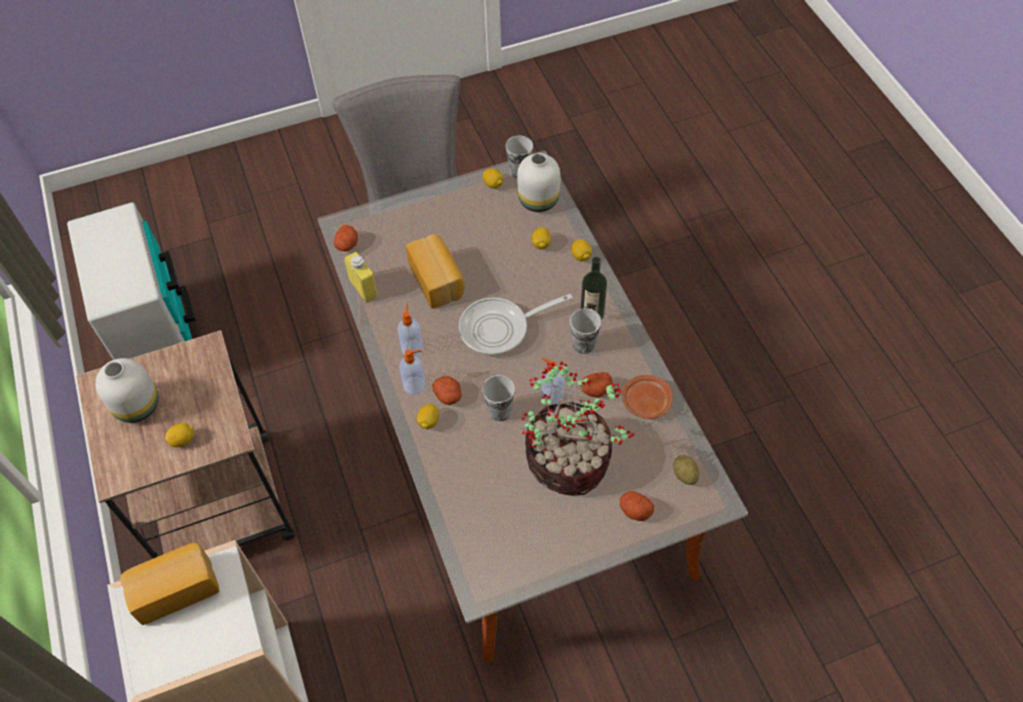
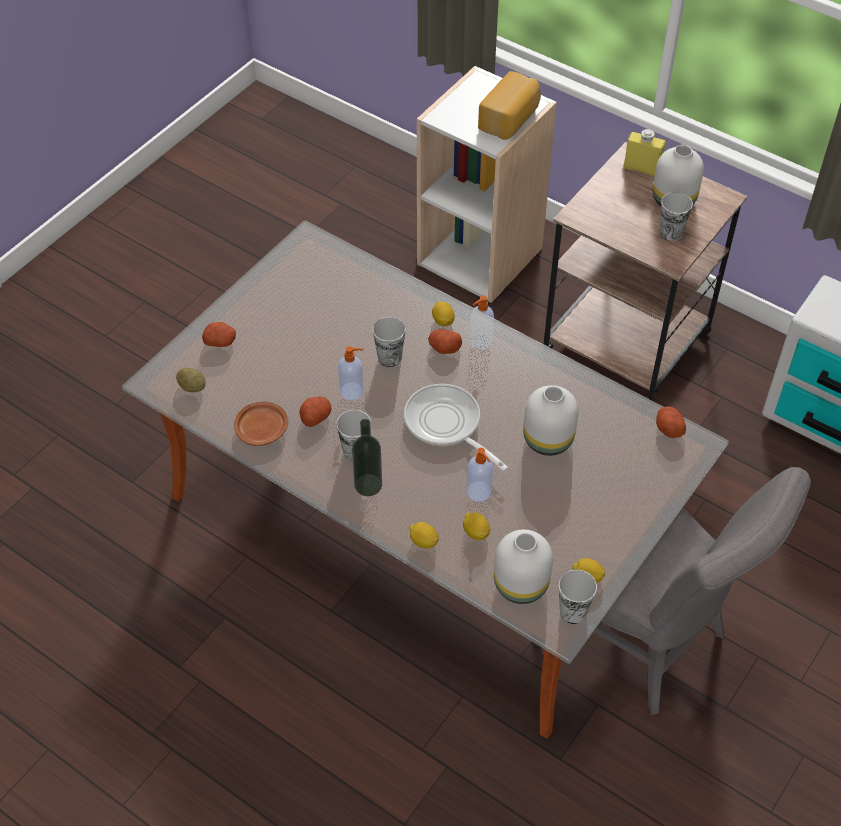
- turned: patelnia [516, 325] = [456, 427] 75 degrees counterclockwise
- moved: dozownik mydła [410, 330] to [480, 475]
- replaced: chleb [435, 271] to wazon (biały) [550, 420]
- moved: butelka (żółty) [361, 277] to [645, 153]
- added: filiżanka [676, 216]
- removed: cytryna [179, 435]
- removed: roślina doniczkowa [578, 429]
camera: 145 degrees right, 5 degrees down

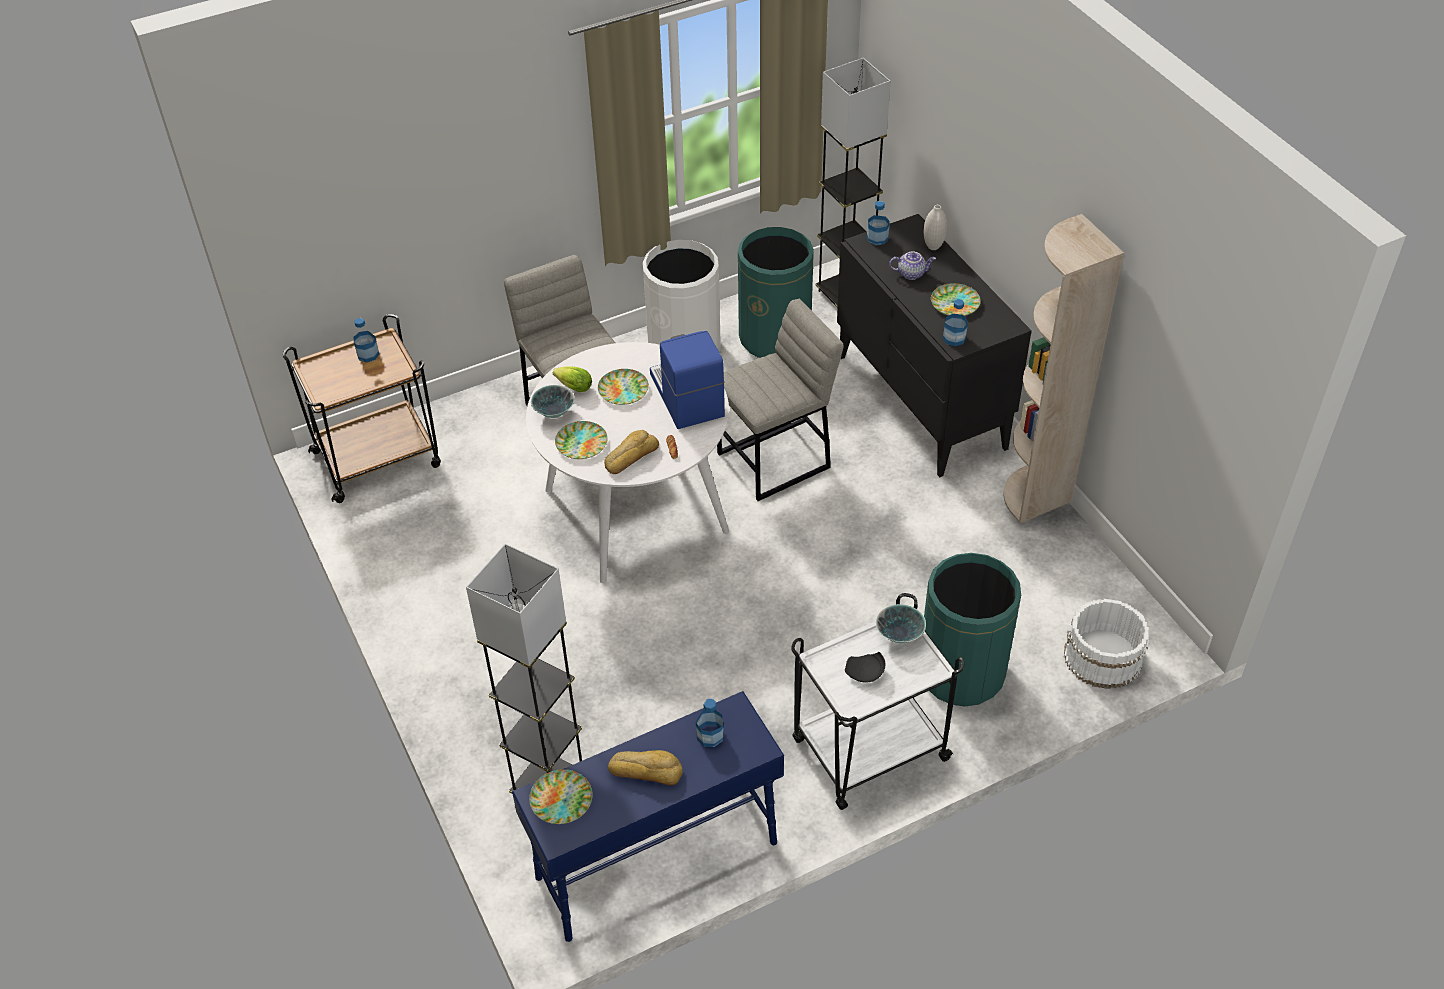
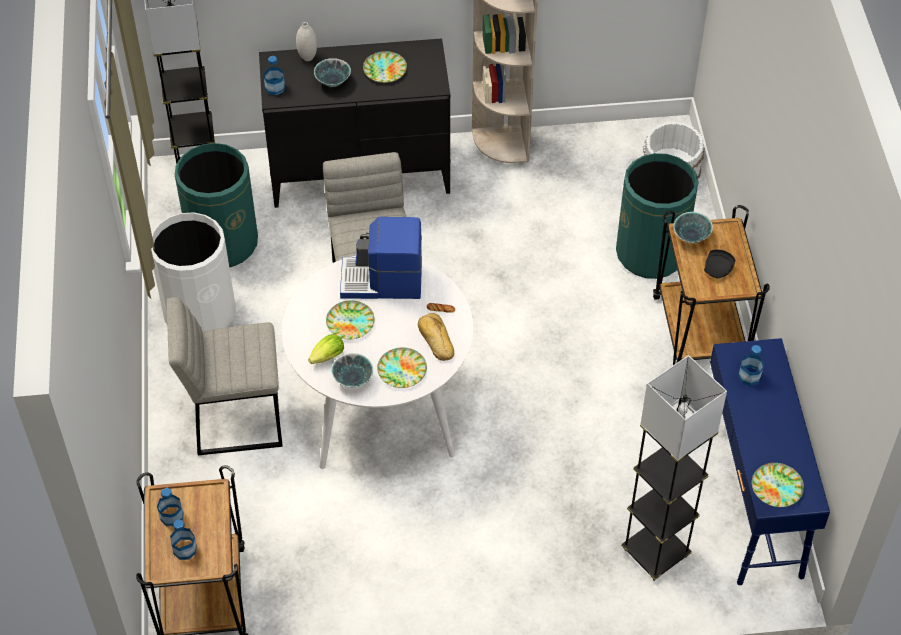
- moved: butelka [955, 322] to [183, 540]
- replaced: imbryk [912, 265] to miska [332, 72]
- recoloured: wózek (biały) [878, 701] to wózek (brązowy) [711, 285]
- removed: chleb [645, 768]
camera: 70 degrees left, 5 degrees up

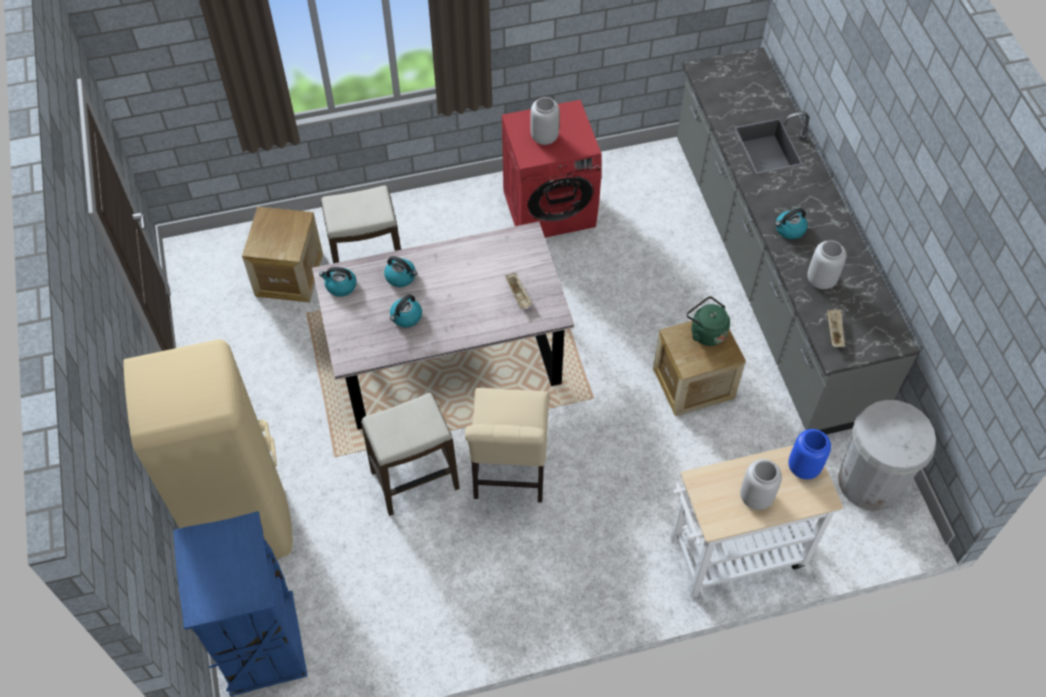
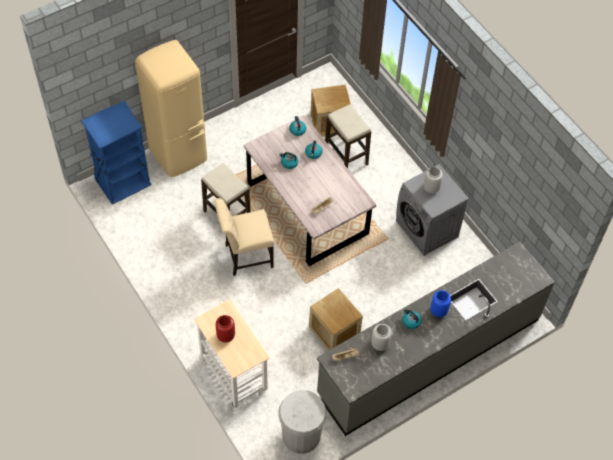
- recoloured: wazon (szary) [761, 484] to wazon (czerwony) [225, 328]
- recoloured: pralka (czerwony) [552, 169] to pralka (szary) [432, 210]
- moved: wazon (niebieski) [810, 454] to [440, 303]
- removed: czajnik (zielony) [708, 321]
camera: 70 degrees right, 0 degrees up

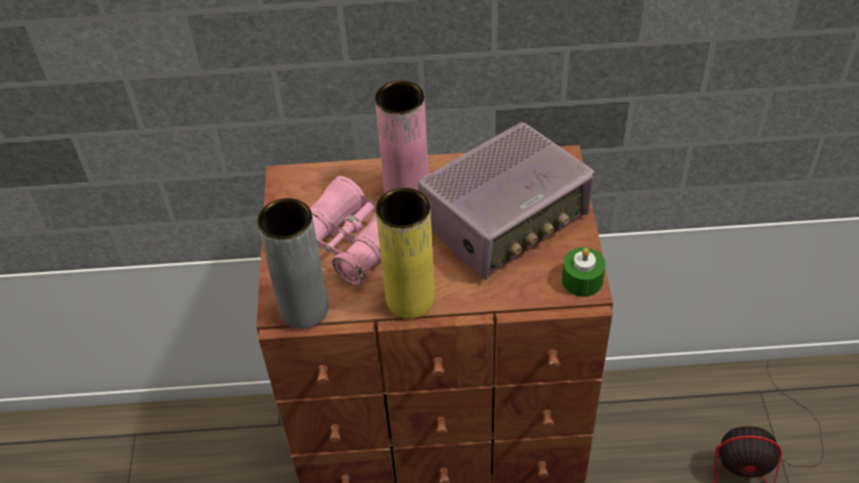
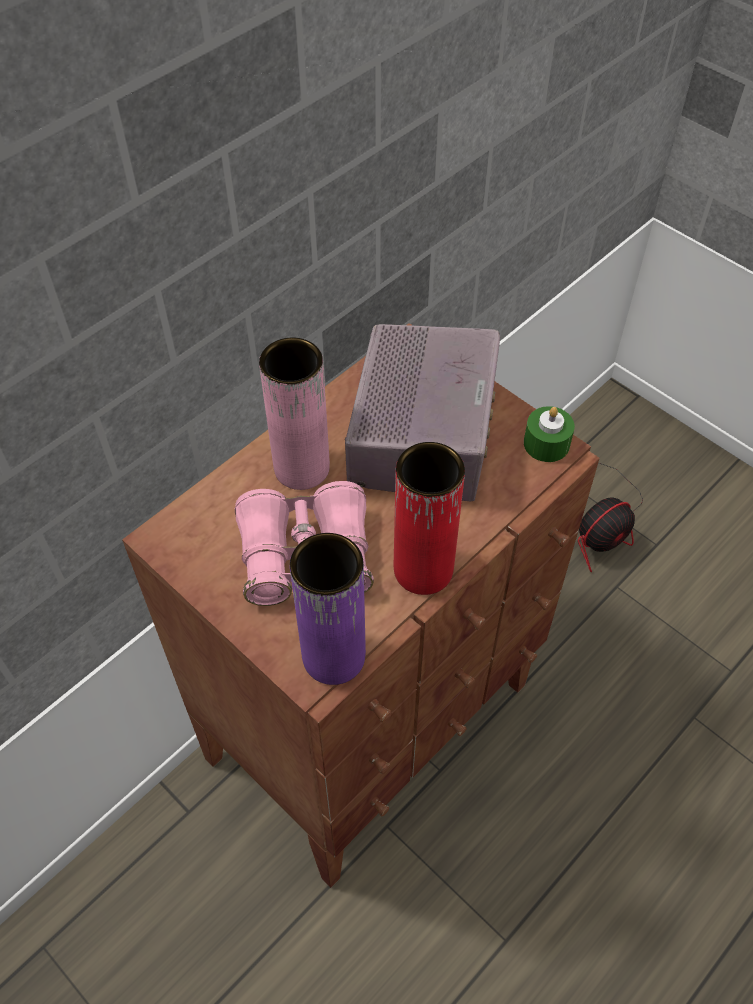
- recoloured: wazon (szary) [292, 263] to wazon (fioletowy) [328, 609]
- recoloured: wazon (żółty) [405, 253] to wazon (czerwony) [429, 518]
camera: 45 degrees left, 5 degrees up

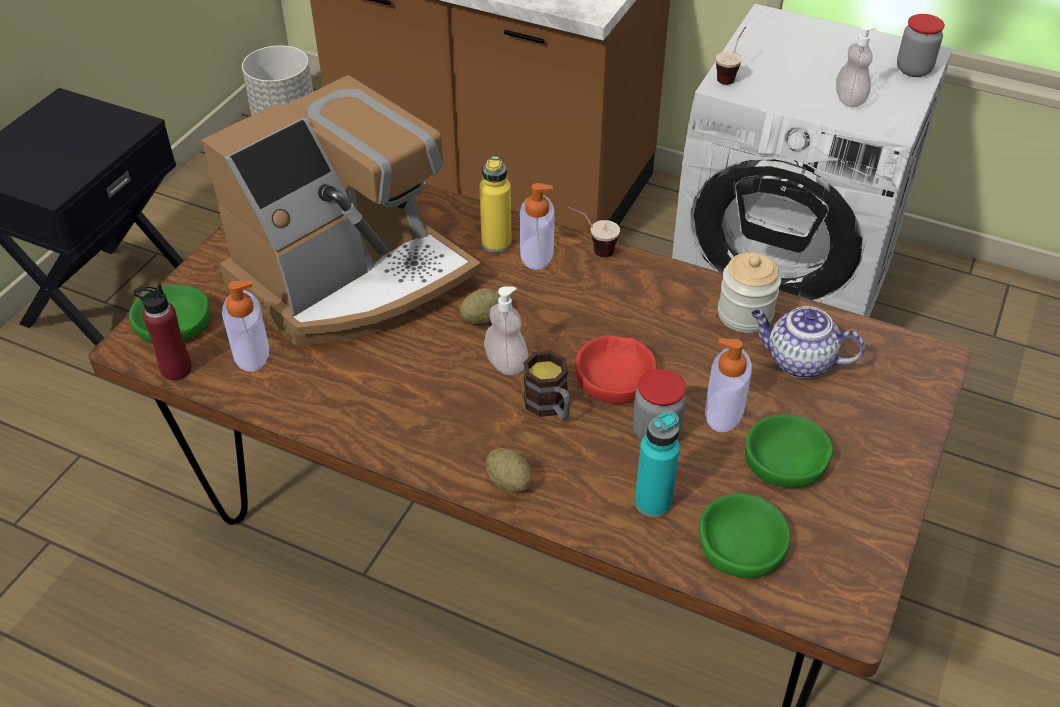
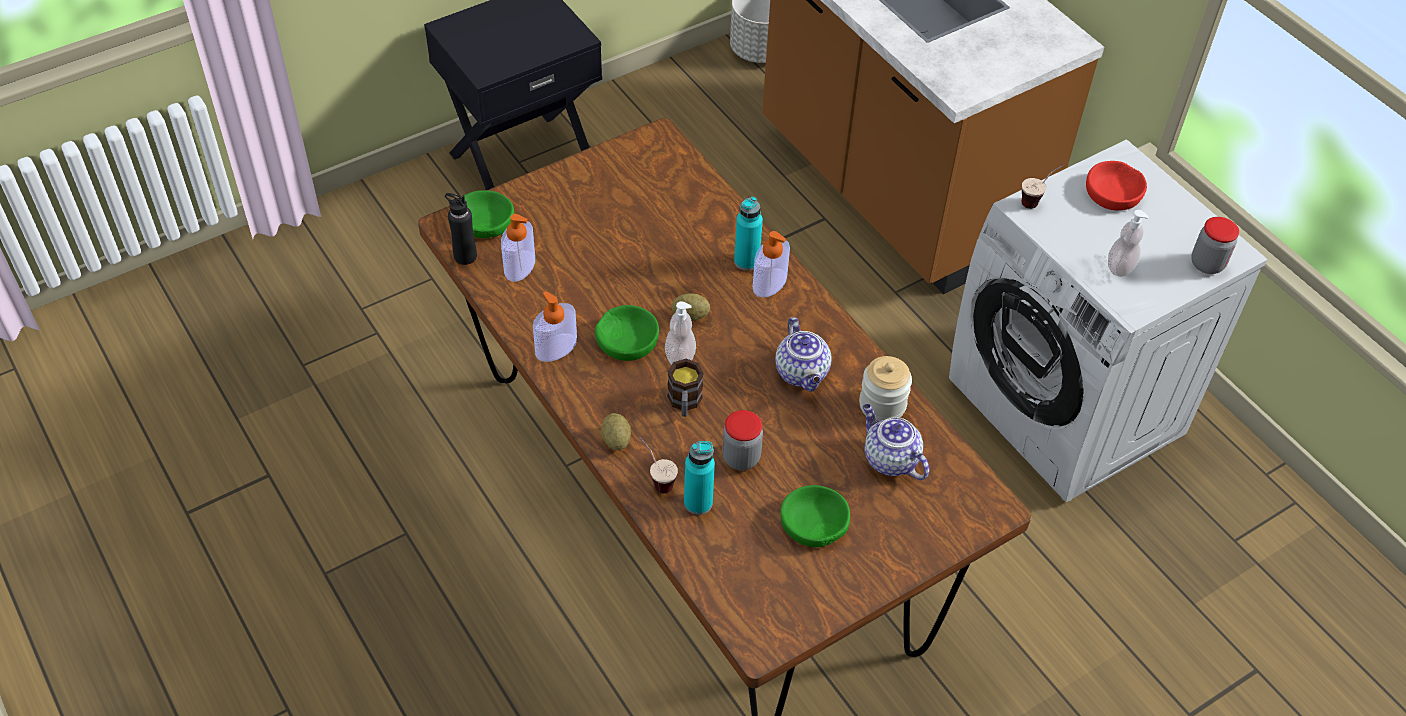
- recoloured: butelka (czerwony) [163, 332] to butelka (czarny) [461, 229]
- moved: dozownik mydła [728, 385] to [555, 326]
- moved: miska (zielony) [744, 536] to [627, 333]
- moved: filiżanka [594, 232] to [658, 465]
- recoloured: butelka (żółty) [495, 204] to butelka (turkusowy) [748, 234]
- added: imbryk [803, 354]
- moved: miska (czerwony) [616, 369] to [1116, 185]
- removed: ekspres do kawy [341, 211]
camera: 30 degrees right, 5 degrees up

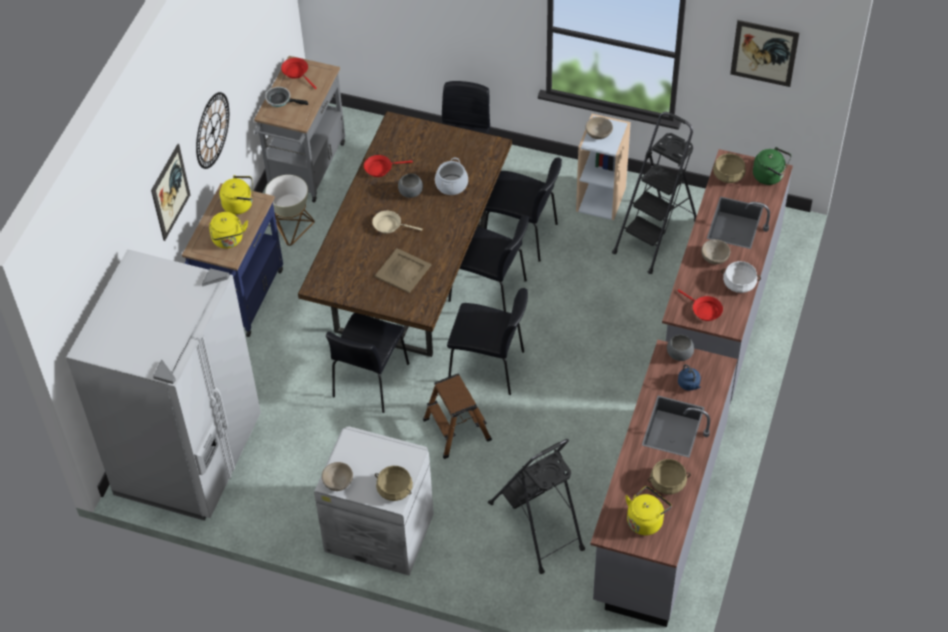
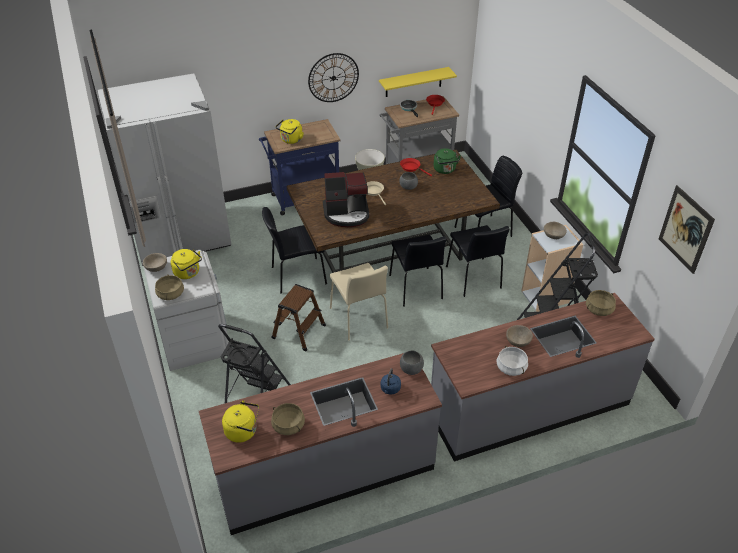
- moved: czajnik (żółty) [236, 195] to [186, 264]
- replaced: taca (beżowy) [403, 270] to ekspres do kawy [346, 199]
- recoloured: krzesło (czarny) [487, 341] to krzesło (beżowy) [359, 302]
- added: półka (żółty) [418, 82]
- moved: czajnik (zielony) [772, 166] to [447, 161]
- removed: obraz [170, 192]
- removed: garnek [451, 176]
- removed: patelnia (czerwony) [700, 305]
camera: 50 degrees right, 10 degrees down

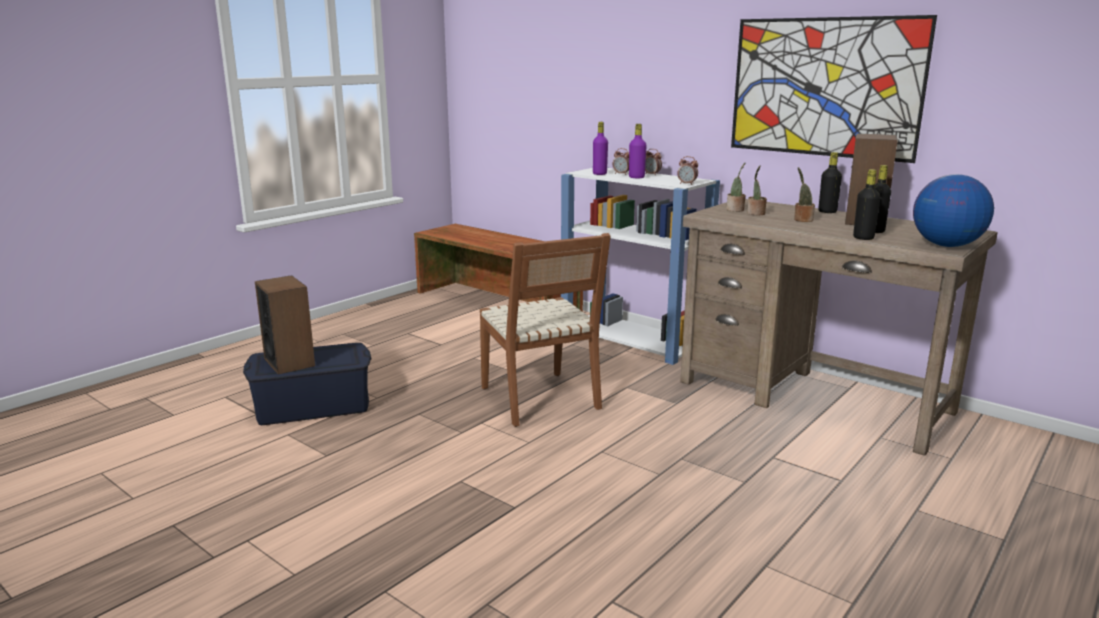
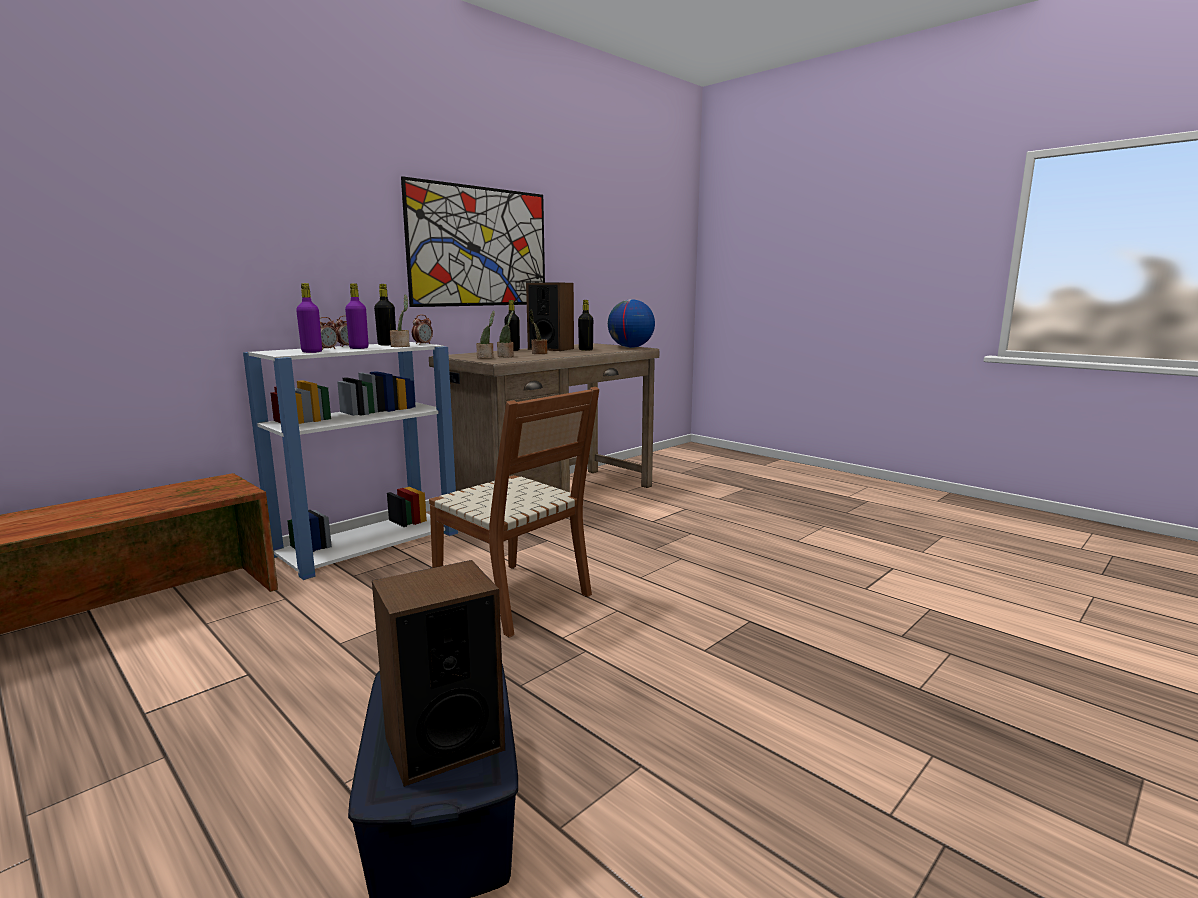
- moved: butelka (czarny) [867, 204] to [385, 314]
- added: roślina doniczkowa [400, 320]
- turned: krzesło [545, 330] = [514, 512] 60 degrees clockwise
camera: 85 degrees left, 5 degrees down

